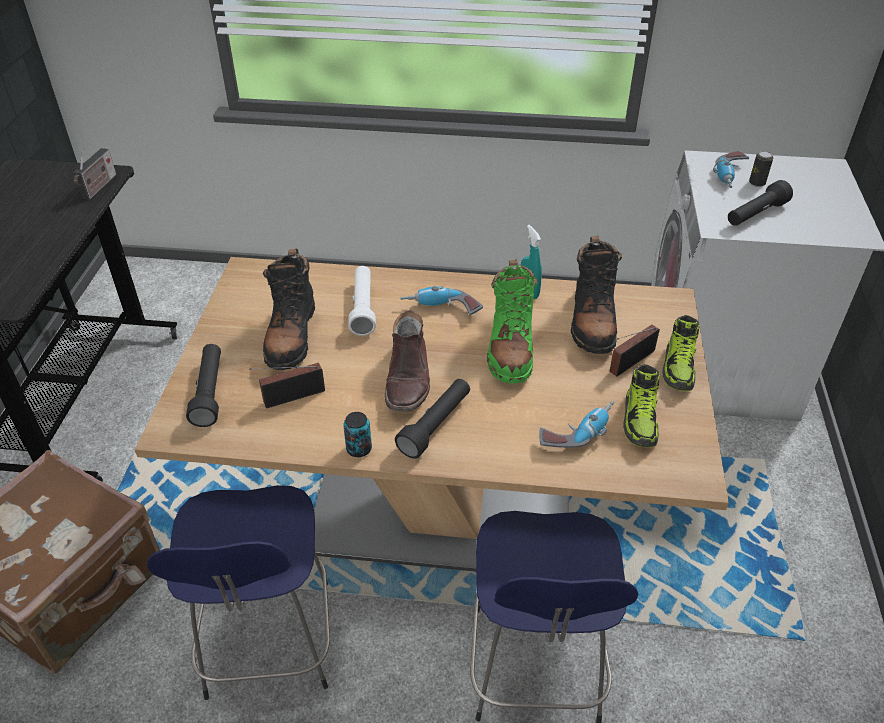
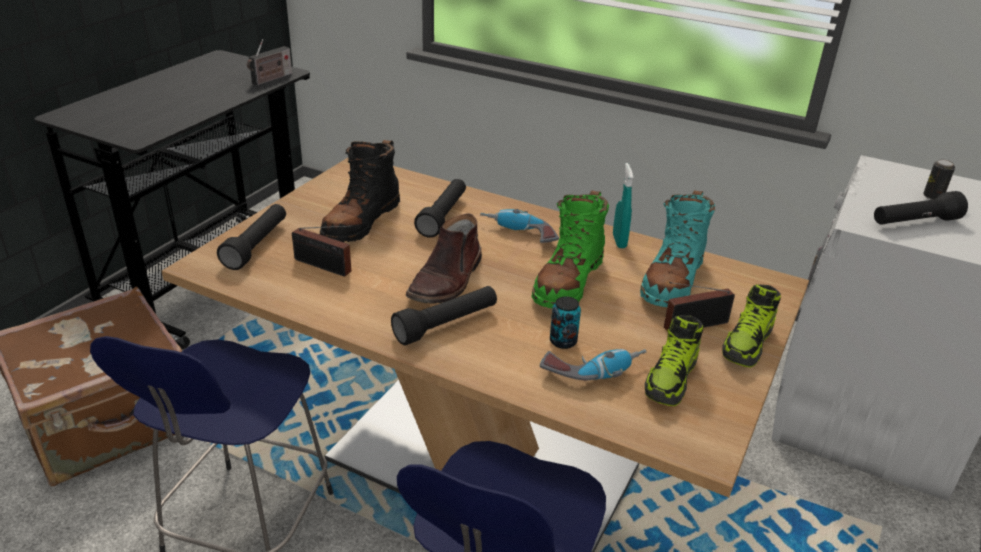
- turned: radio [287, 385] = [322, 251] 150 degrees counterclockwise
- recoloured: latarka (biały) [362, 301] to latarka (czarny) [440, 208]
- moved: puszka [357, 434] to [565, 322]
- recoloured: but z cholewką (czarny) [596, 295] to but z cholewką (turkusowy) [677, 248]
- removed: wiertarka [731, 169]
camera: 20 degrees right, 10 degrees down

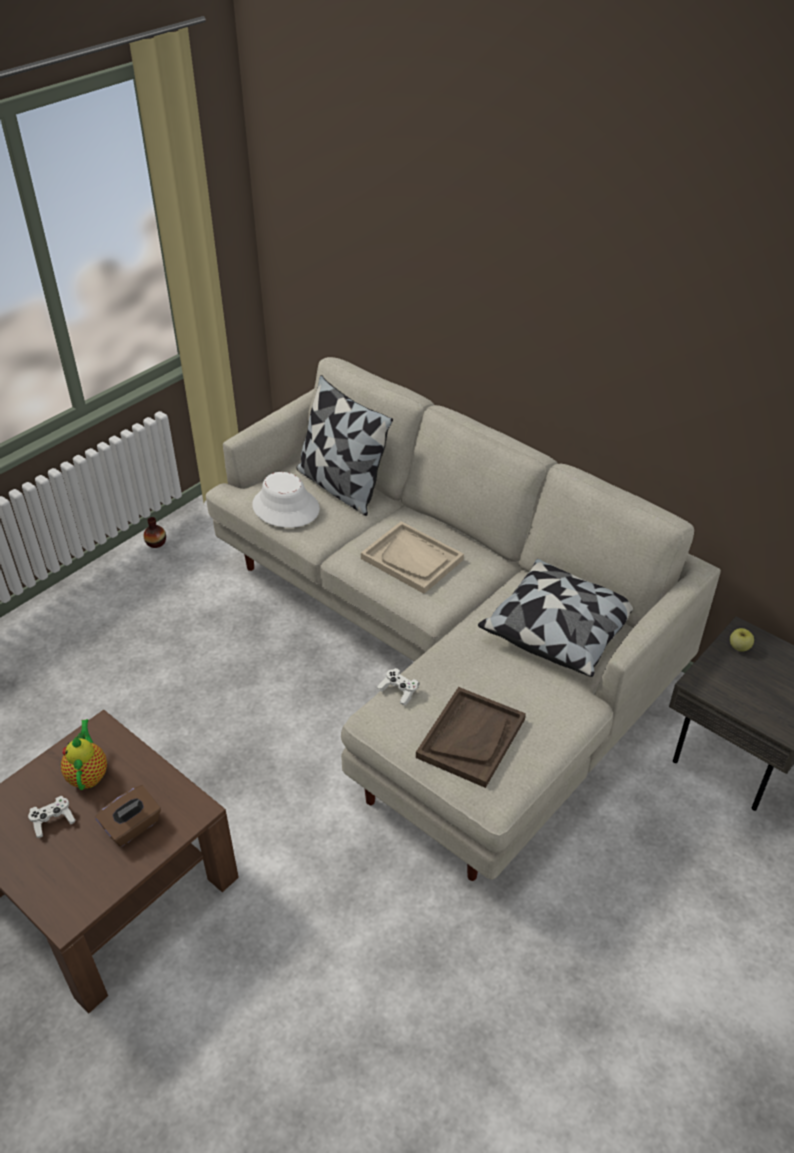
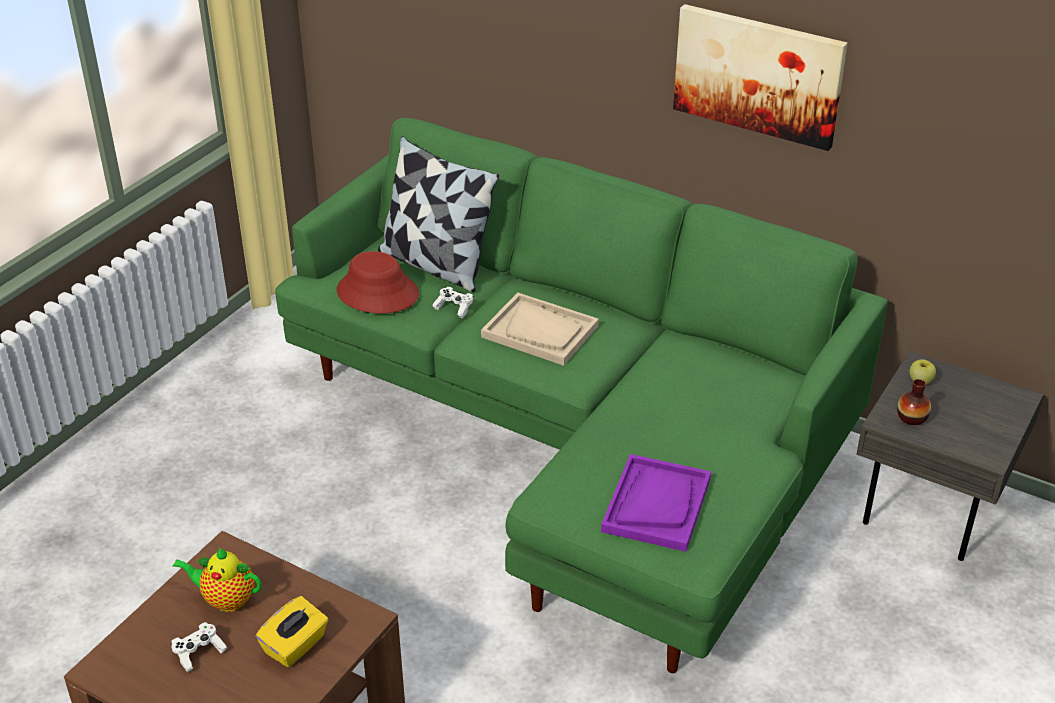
- turned: imbryk [84, 754] = [217, 579] 60 degrees counterclockwise
- recoloured: pudełko chusteczek (brązowy) [128, 816] to pudełko chusteczek (żółty) [292, 631]
- recoloured: kanapa (beżowy) [463, 619] to kanapa (zielony) [581, 395]
- recoloured: kapelusz (biały) [286, 500] to kapelusz (czerwony) [378, 282]
- moved: pad do gier (biały) [398, 687] to [453, 302]
- recoloured: taca (brązowy) [471, 737] to taca (fioletowy) [656, 503]
- added: obraz [760, 77]
- moved: wazon [155, 532] to [914, 402]
- removed: poduszka [555, 618]
camera: 10 degrees left, 5 degrees down

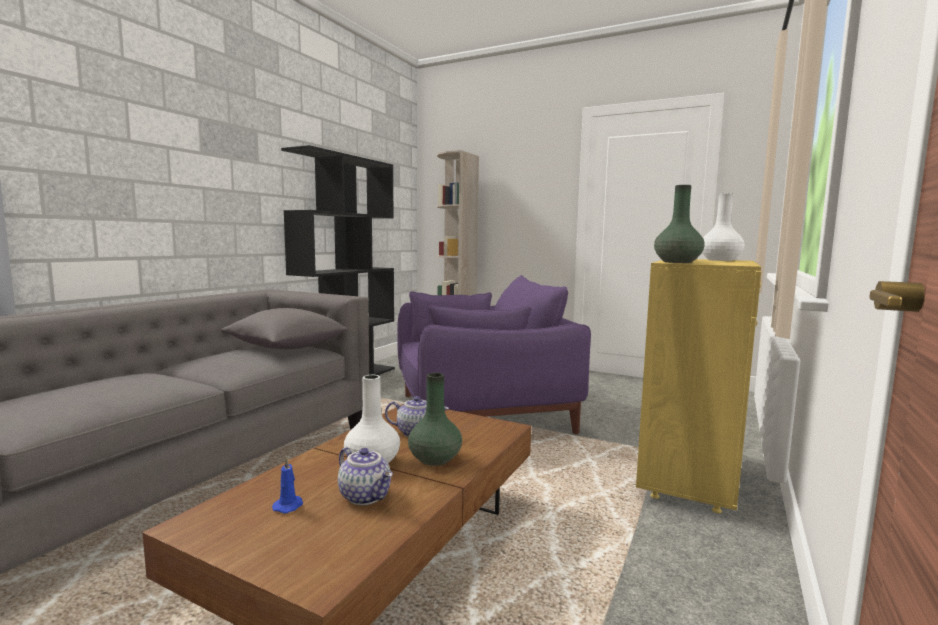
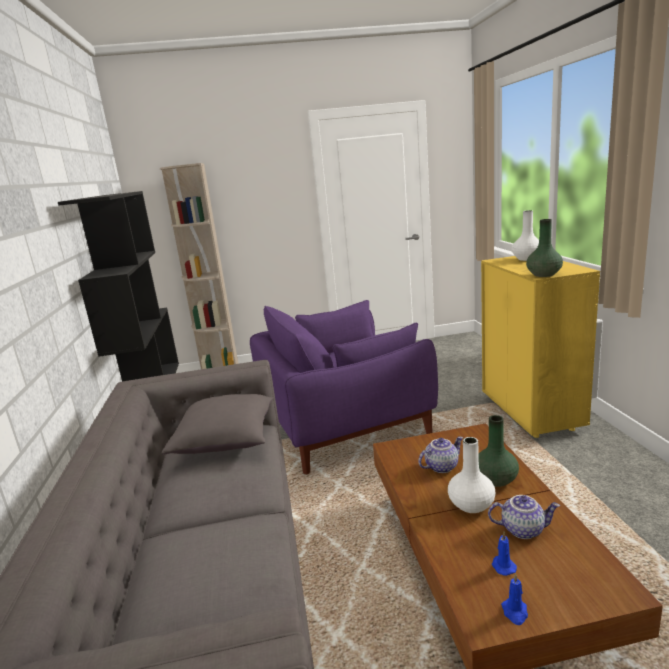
- turned: fotel (fioletowy) [494, 354] = [344, 387] 150 degrees counterclockwise
- added: świeca (niebieski) [514, 599]
camera: 35 degrees left, 10 degrees up

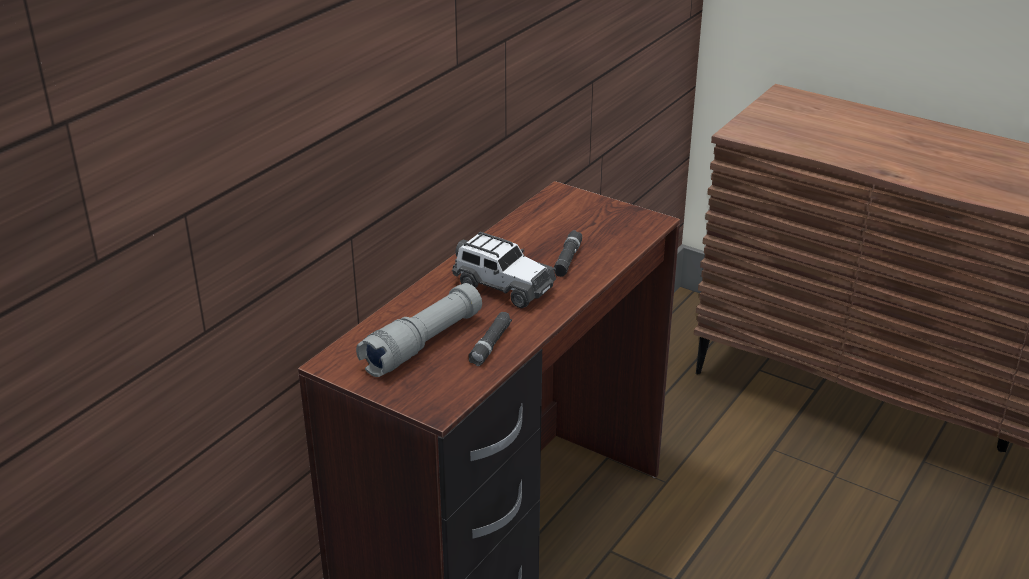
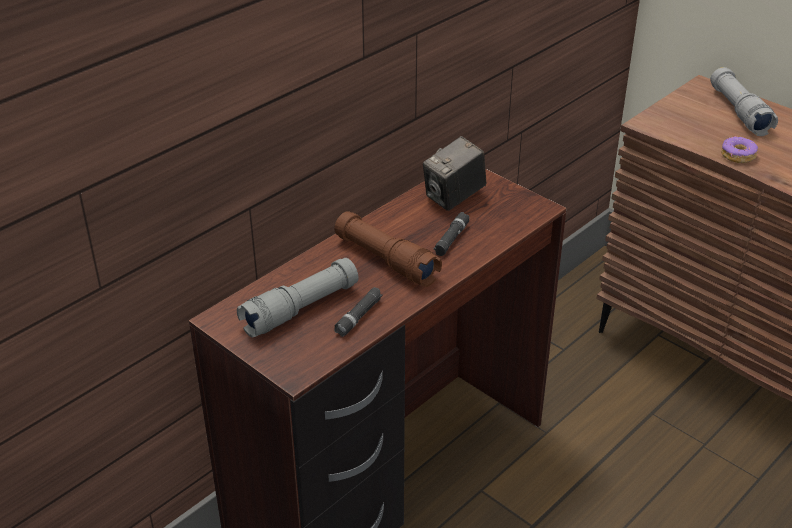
- replaced: samochodzik [504, 270] to latarka (brązowy) [388, 249]
- added: aparat fotograficzny [454, 173]
- added: latarka (szary) [744, 101]
- added: donut [739, 149]
camera: 10 degrees right, 5 degrees up

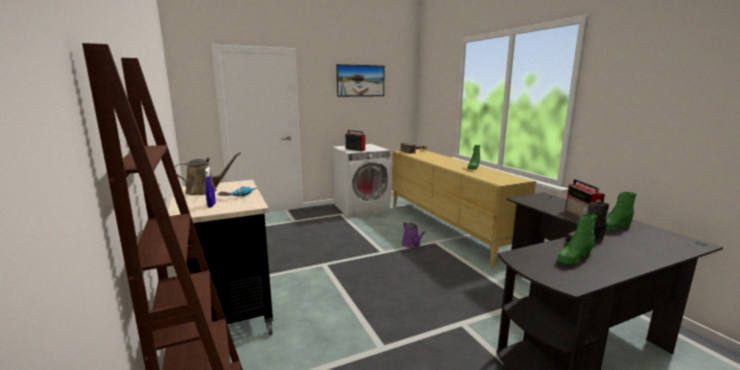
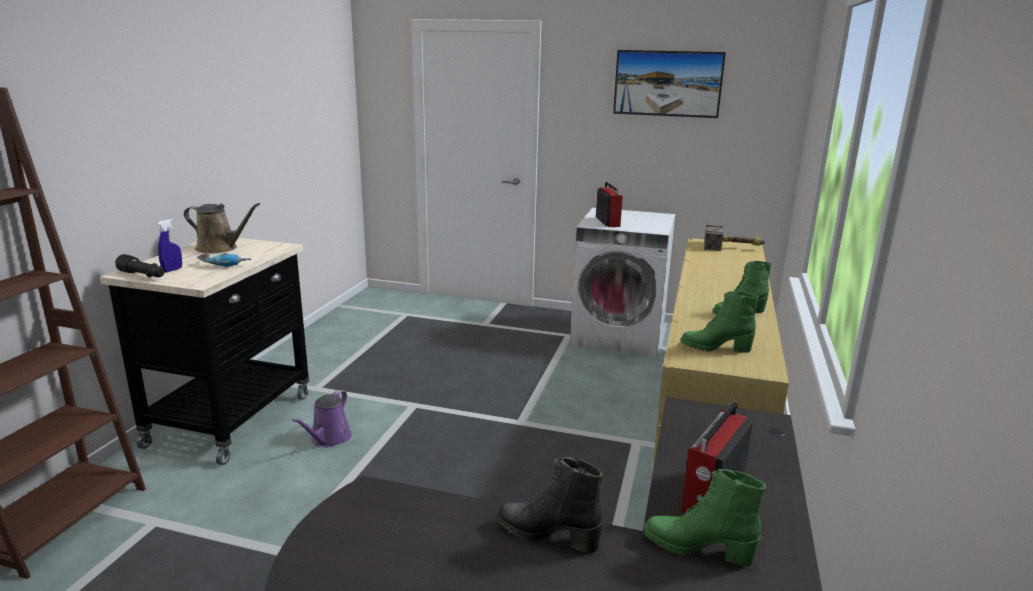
- added: latarka (czarny) [140, 265]
- moved: konewka (fioletowy) [414, 235] to [322, 418]
- moved: but z cholewką (zielony) [577, 239] to [720, 322]
camera: 40 degrees right, 5 degrees up

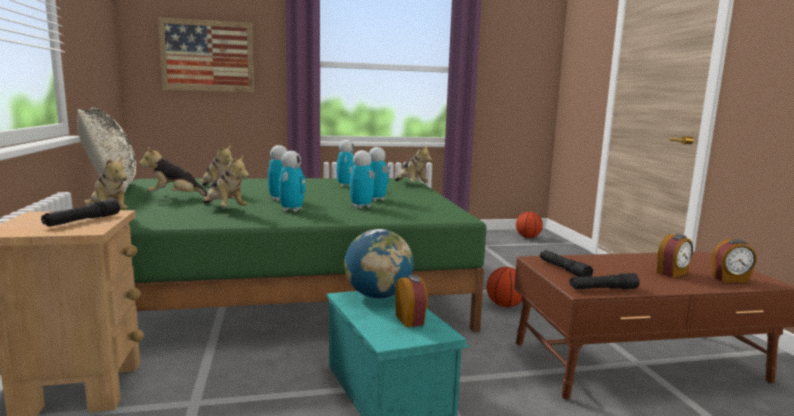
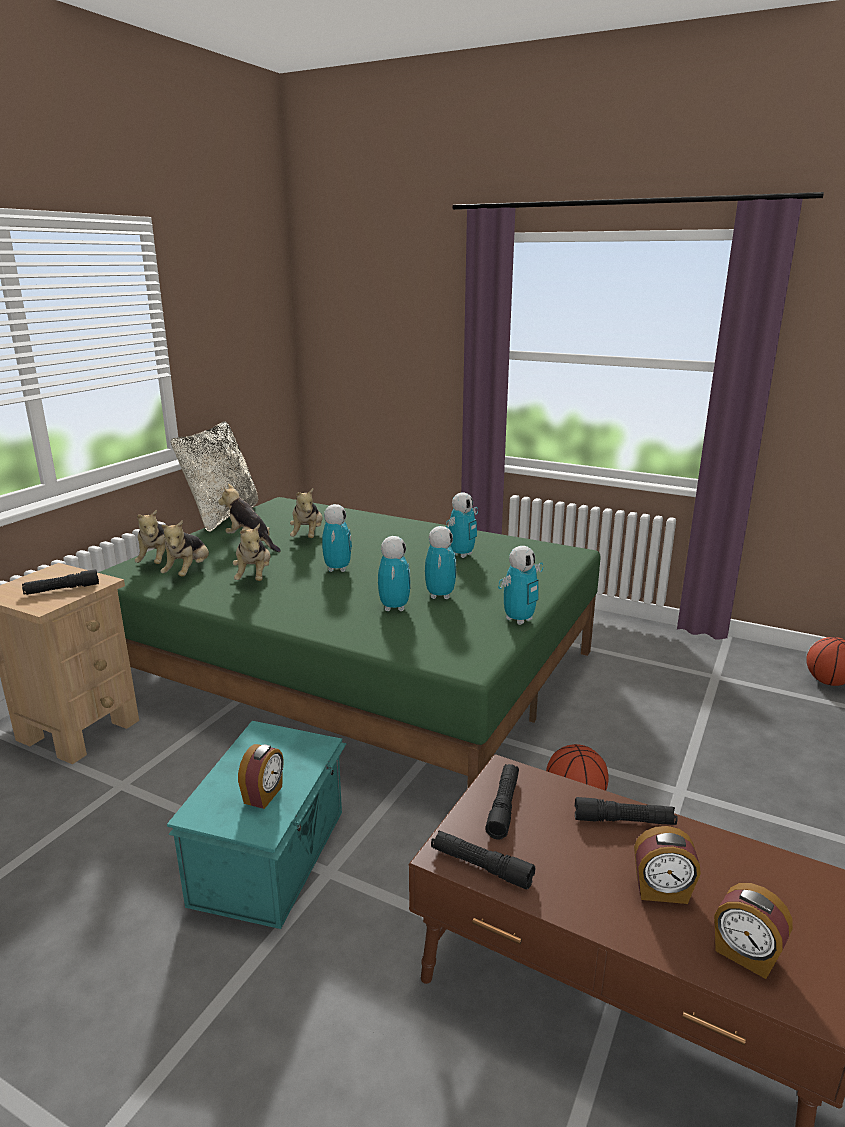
- moved: pluszak [413, 163] to [184, 548]
- moved: robot zabawkowy [292, 181] to [520, 585]
- added: latarka (czarny) [626, 811]
- removed: obraz [206, 54]
- removed: globus [378, 263]
camera: 40 degrees right, 10 degrees up

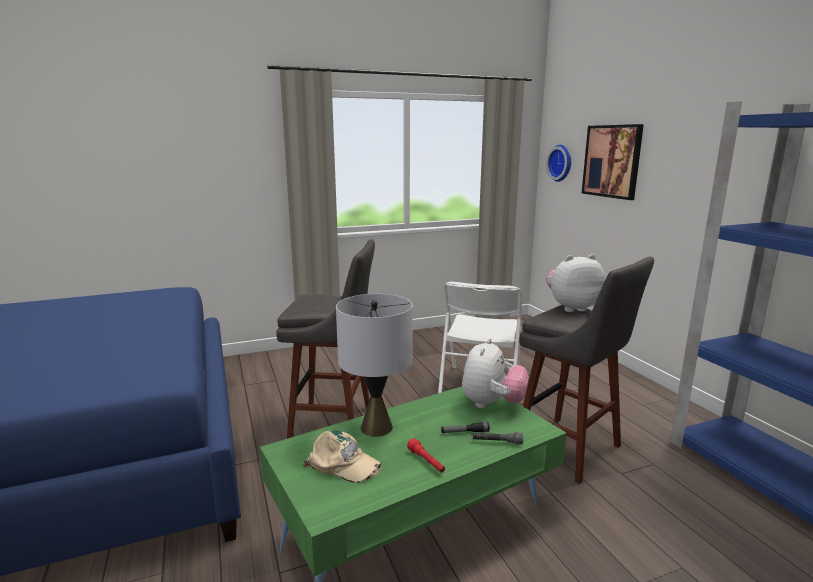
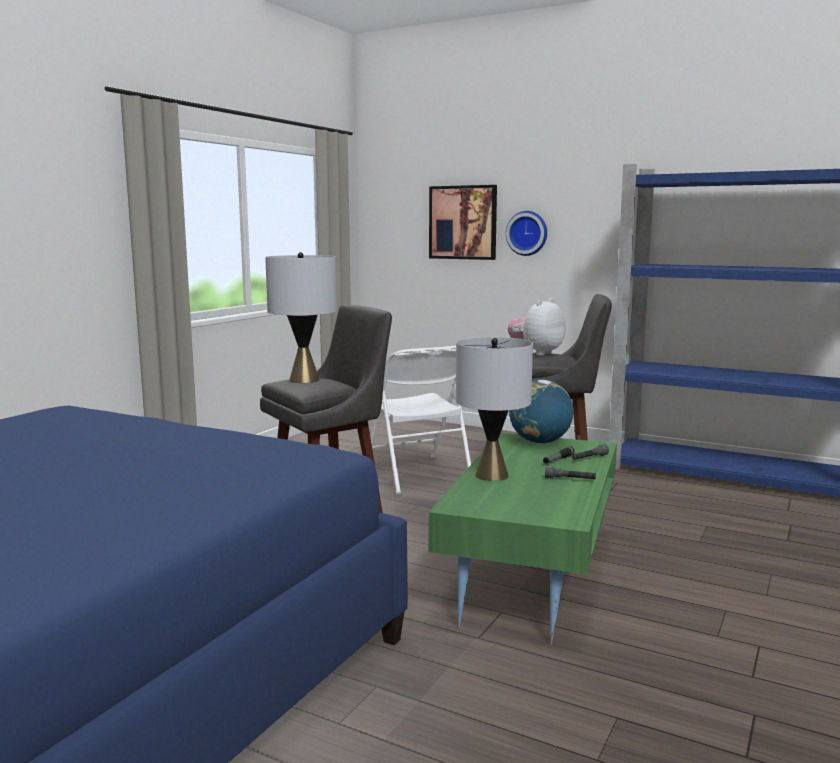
- added: lampa stołowa (szary) [301, 317]
- moved: zegar ścienny [558, 163] to [526, 233]
- replaced: pluszak [495, 373] to globus [541, 412]
- recoloured: latarka (czerwony) [426, 455] to latarka (szary) [570, 472]
- removed: czapka z daszkiem (beżowy) [341, 456]
camera: 40 degrees left, 5 degrees down

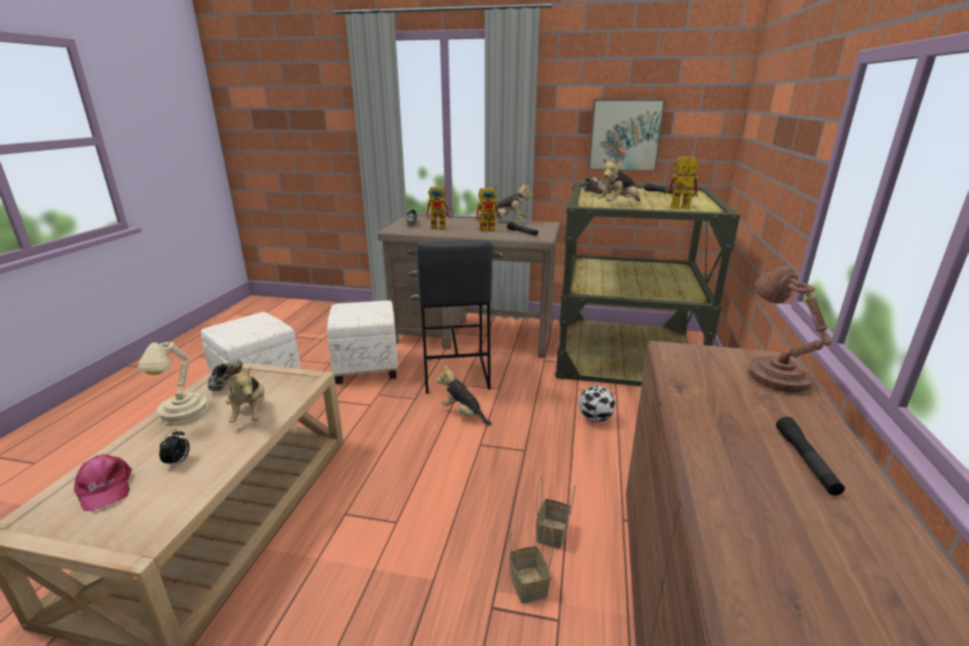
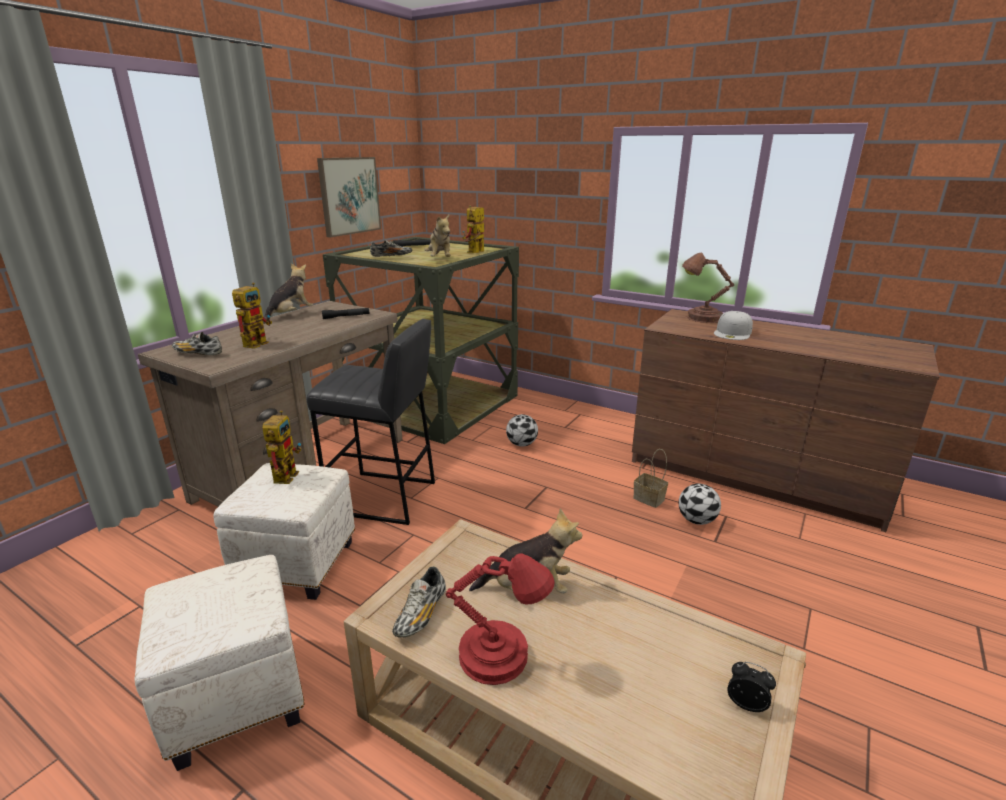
- moved: robot zabawkowy [488, 209] to [281, 447]
- turned: but [225, 375] = [419, 602] 90 degrees counterclockwise
- recoloured: lampa stołowa (beżowy) [173, 383] to lampa stołowa (czerwony) [500, 619]
- replaced: koszyk [531, 564] to piłka futbolowa [700, 504]
- added: czapka z daszkiem (biały) [733, 325]
- moved: budzik [174, 448] to [751, 687]
- removed: czapka z daszkiem (różowy) [103, 482]
- removed: pluszak [464, 395]
- removed: latarka (czarny) [810, 456]
camera: 70 degrees left, 0 degrees up

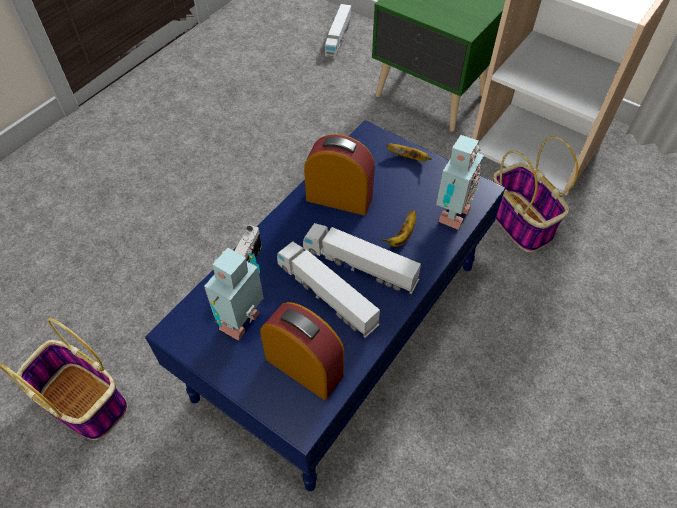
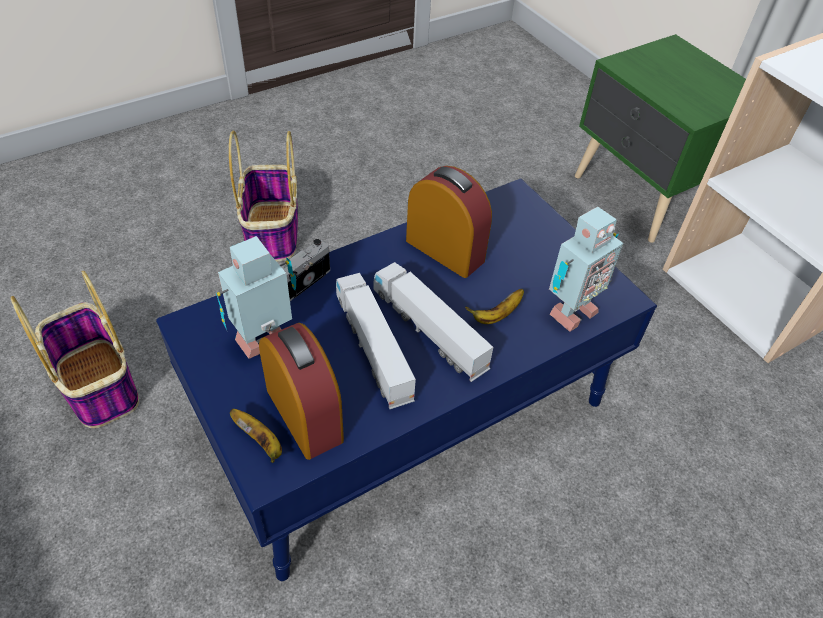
- moved: koszyk [535, 194] to [263, 196]
- moved: banan [409, 152] to [256, 436]
- removed: ciężarówka zabawkowa [338, 31]
camera: 20 degrees right, 5 degrees down

